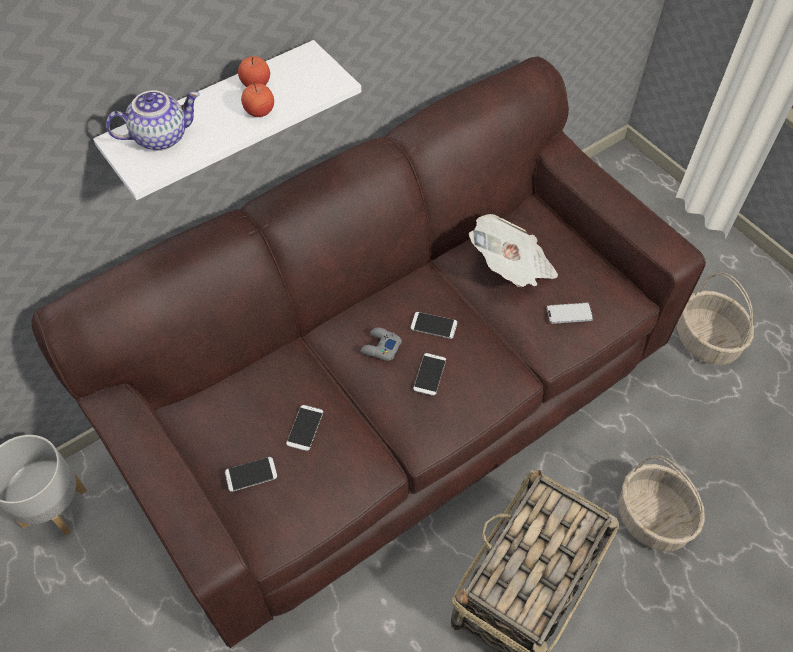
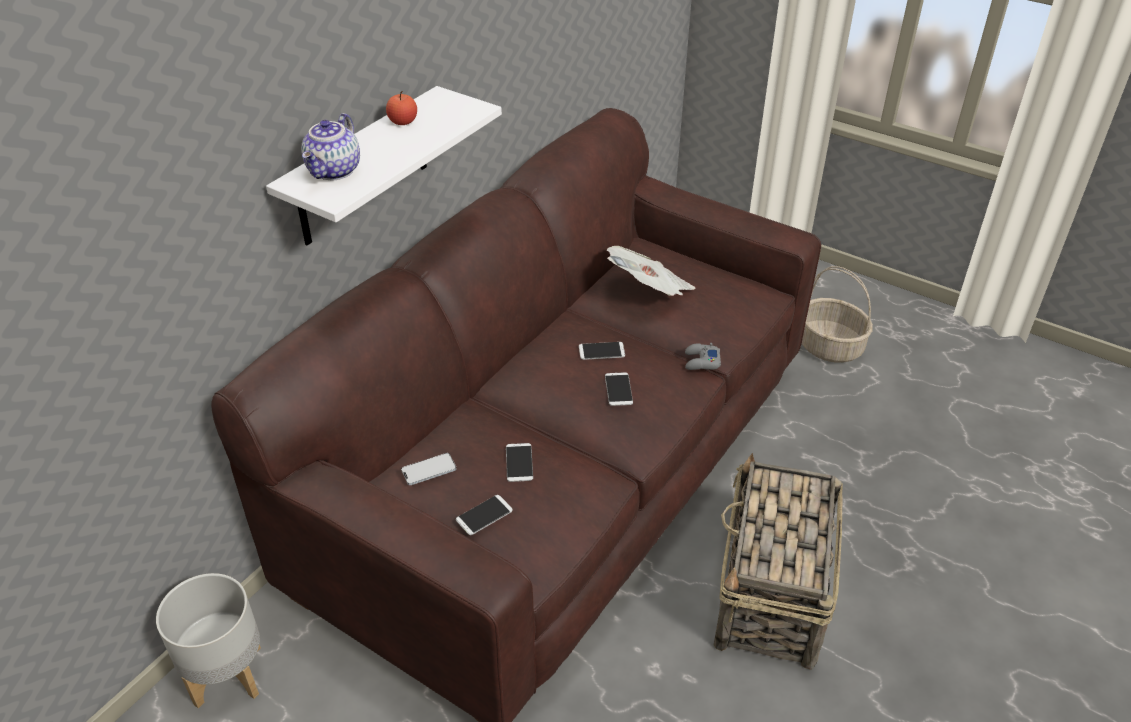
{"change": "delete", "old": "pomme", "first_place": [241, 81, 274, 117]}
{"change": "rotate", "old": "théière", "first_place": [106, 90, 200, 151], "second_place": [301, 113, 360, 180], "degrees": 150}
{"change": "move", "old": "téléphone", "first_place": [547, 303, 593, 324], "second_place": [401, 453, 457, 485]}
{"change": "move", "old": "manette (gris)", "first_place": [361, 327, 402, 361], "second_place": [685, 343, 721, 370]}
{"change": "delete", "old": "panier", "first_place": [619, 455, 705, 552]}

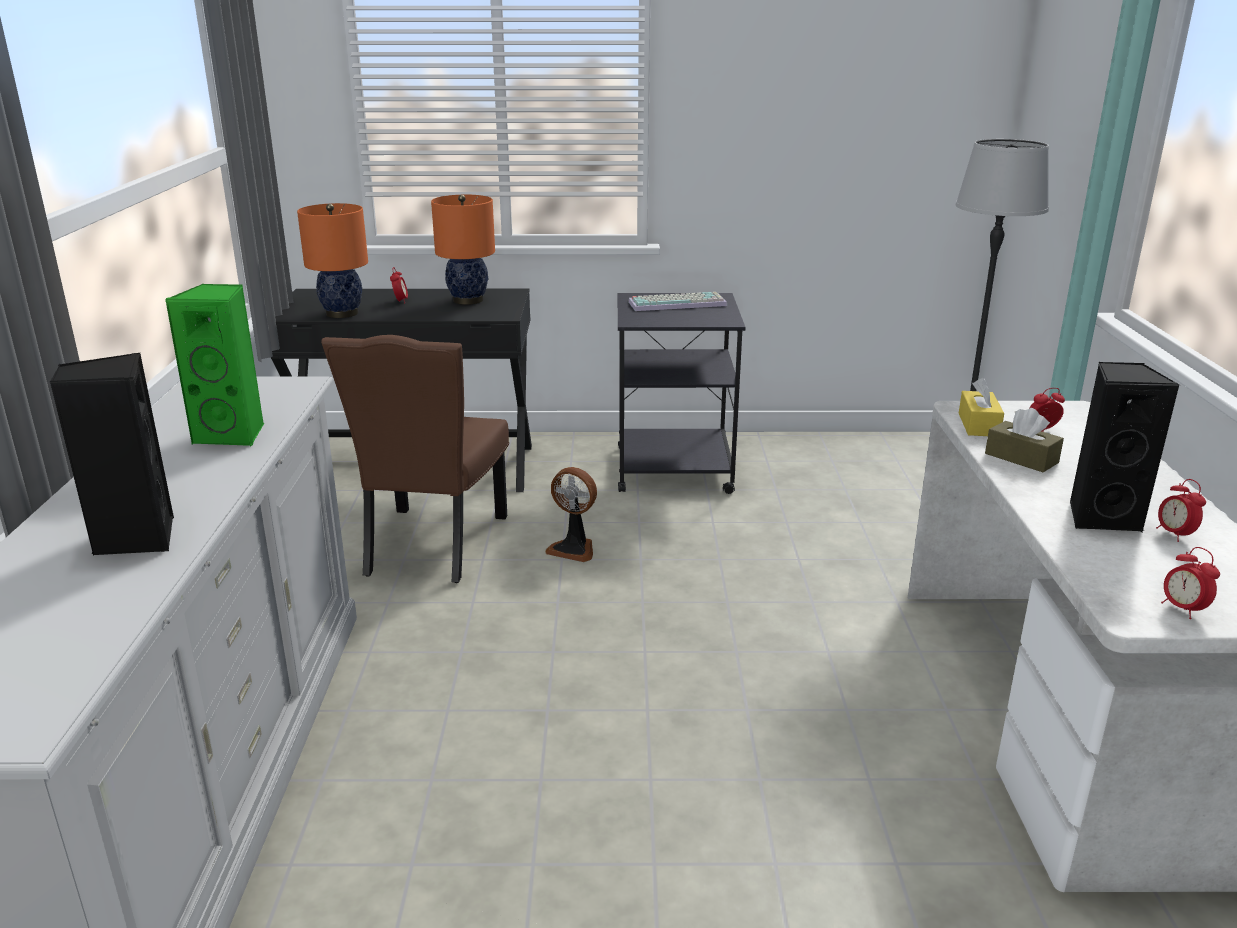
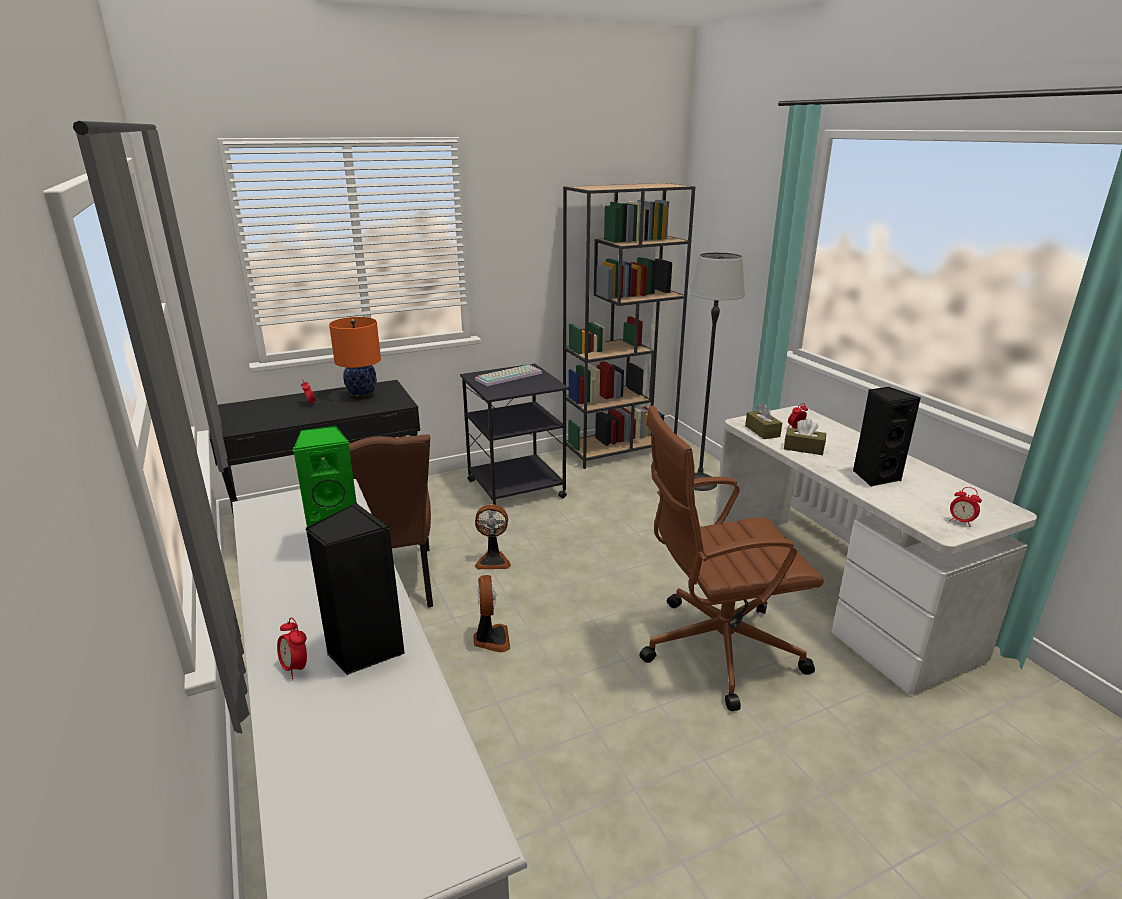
{"change": "delete", "old": "lampe de table (orange)", "first_place": [297, 203, 368, 318]}
{"change": "recolor", "old": "boîte à mouchoirs (jaune)", "new": "boîte à mouchoirs (marron)", "first_place": [959, 378, 1004, 436], "second_place": [745, 403, 782, 439]}
{"change": "move", "old": "réveil", "first_place": [1156, 479, 1206, 542], "second_place": [277, 617, 307, 679]}
{"change": "insert", "new": "bibliothèque", "second_place": [563, 183, 695, 469]}
{"change": "insert", "new": "chaise de bureau (marron)", "second_place": [640, 406, 824, 711]}
{"change": "insert", "new": "ventilateur", "second_place": [473, 575, 510, 652]}

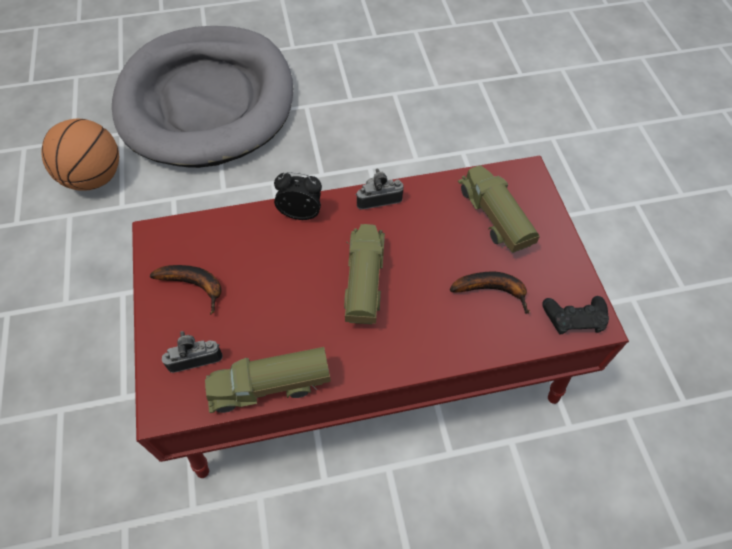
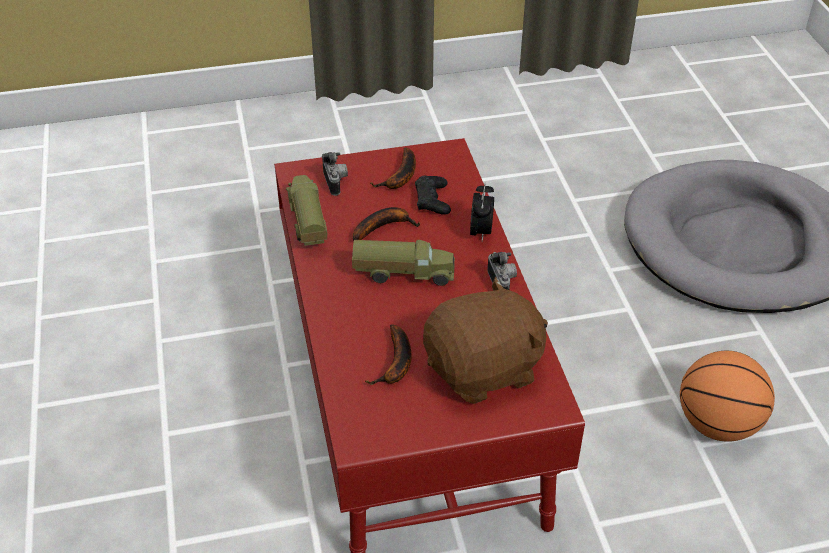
{"change": "move", "old": "ballon de basket", "first_place": [42, 119, 119, 191], "second_place": [680, 351, 775, 442]}
{"change": "replace", "old": "camion jouet", "new": "peluche (marron)", "first_place": [458, 165, 540, 253], "second_place": [423, 277, 548, 404]}
{"change": "move", "old": "manette (noir)", "first_place": [542, 296, 609, 335], "second_place": [415, 175, 451, 215]}
{"change": "insert", "new": "banane", "second_place": [353, 207, 420, 240]}

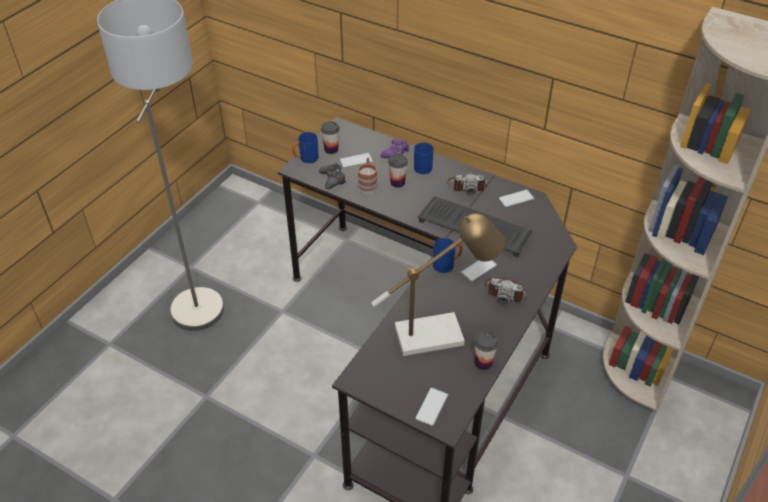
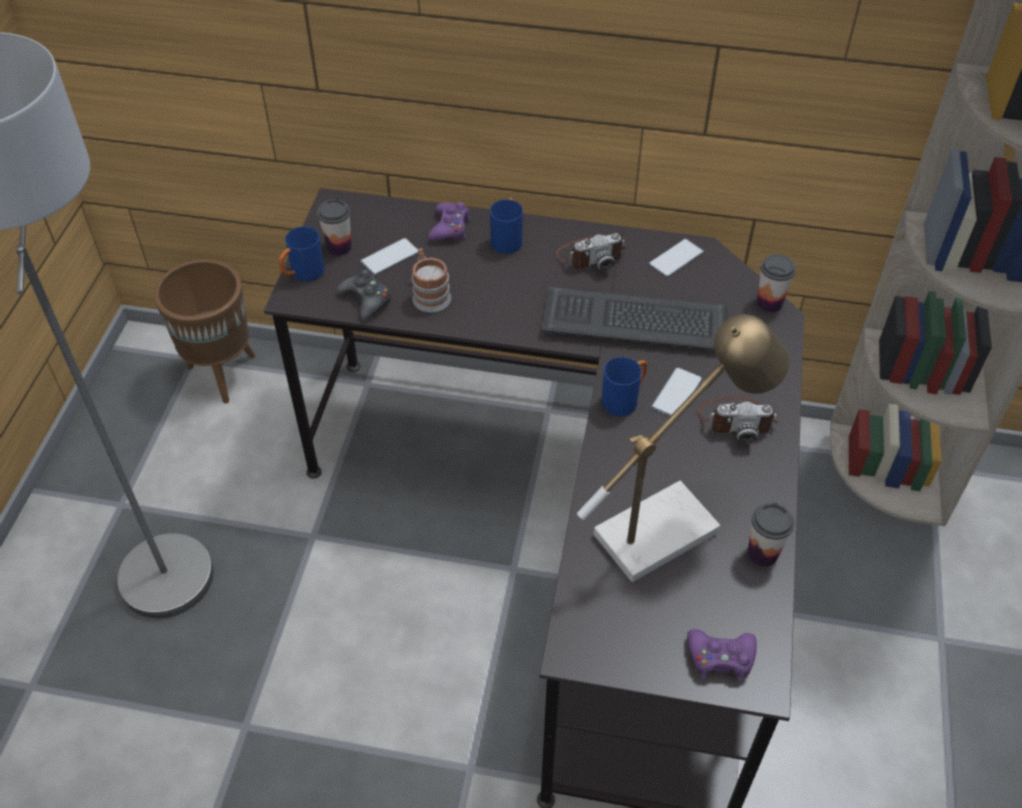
{"change": "move", "old": "tasse", "first_place": [388, 154, 408, 188], "second_place": [757, 254, 796, 312]}
{"change": "replace", "old": "téléphone", "new": "manette (violet)", "first_place": [415, 387, 448, 426], "second_place": [687, 629, 757, 682]}
{"change": "insert", "new": "cache-pot (marron)", "second_place": [154, 259, 255, 404]}

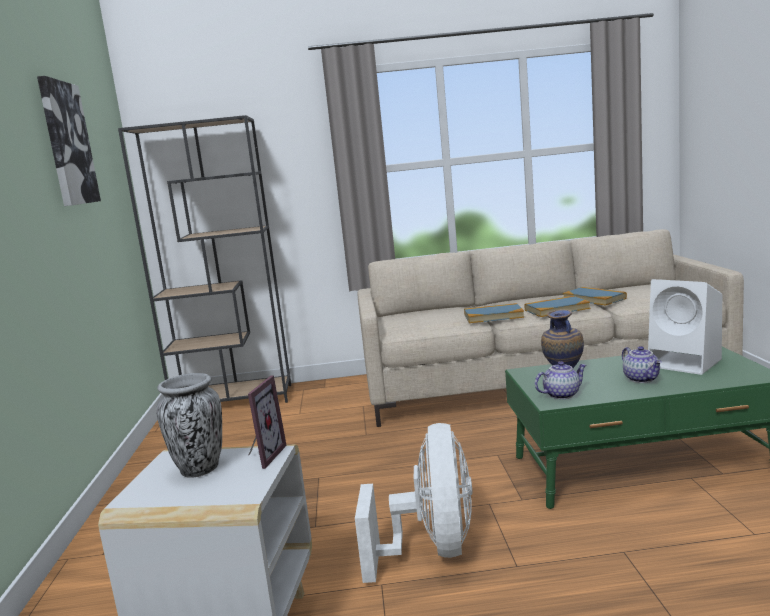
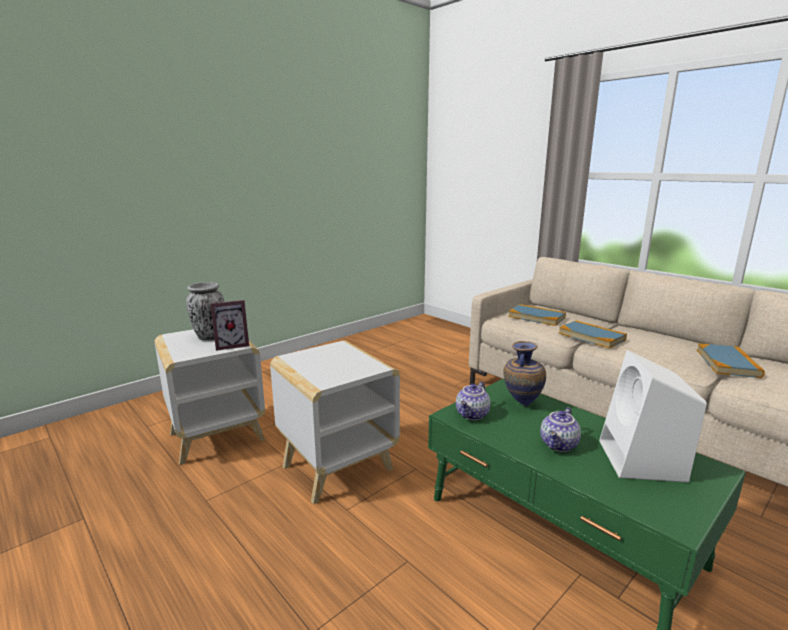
{"change": "delete", "old": "tableau", "first_place": [37, 76, 101, 206]}
{"change": "delete", "old": "bibliothèque", "first_place": [118, 115, 291, 403]}
{"change": "move", "old": "livre", "first_place": [524, 296, 590, 317], "second_place": [508, 304, 566, 326]}
{"change": "rotate", "old": "théière", "first_place": [535, 361, 586, 399], "second_place": [456, 381, 490, 420], "degrees": 90}
{"change": "replace", "old": "ventilateur (blanc)", "new": "table d'appoint (blanc)", "first_place": [355, 423, 473, 583], "second_place": [270, 340, 400, 504]}

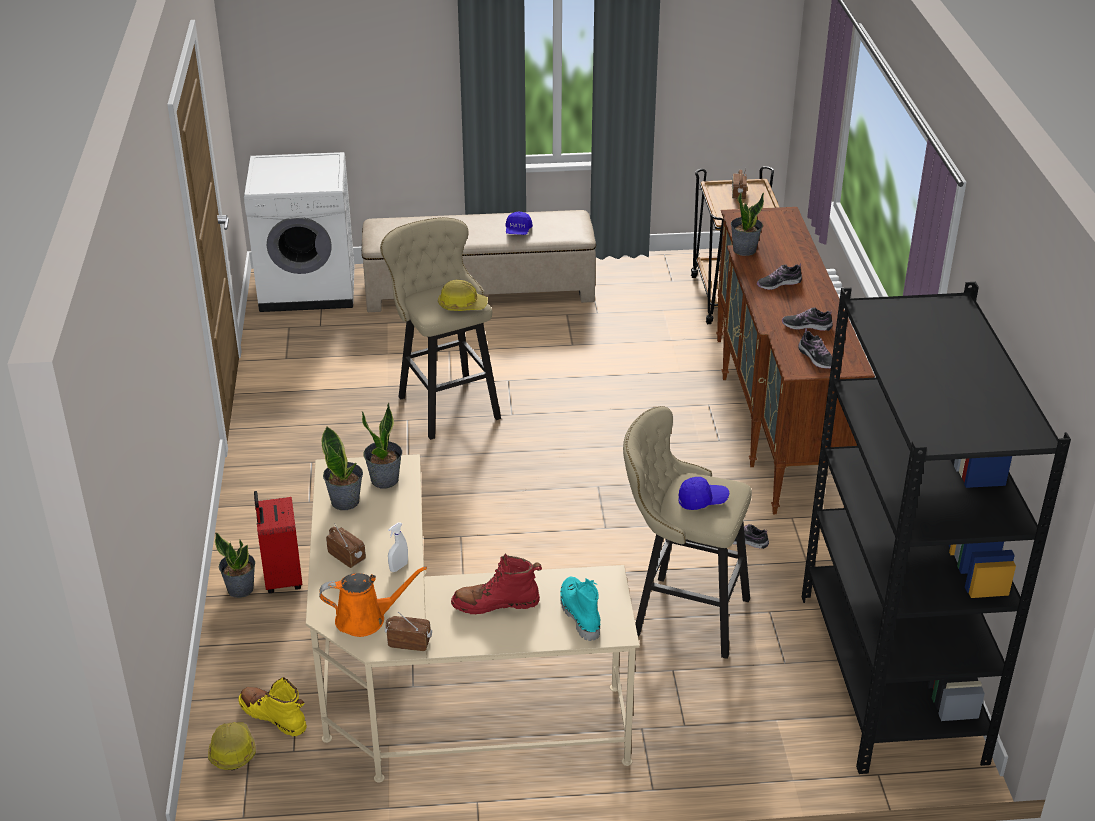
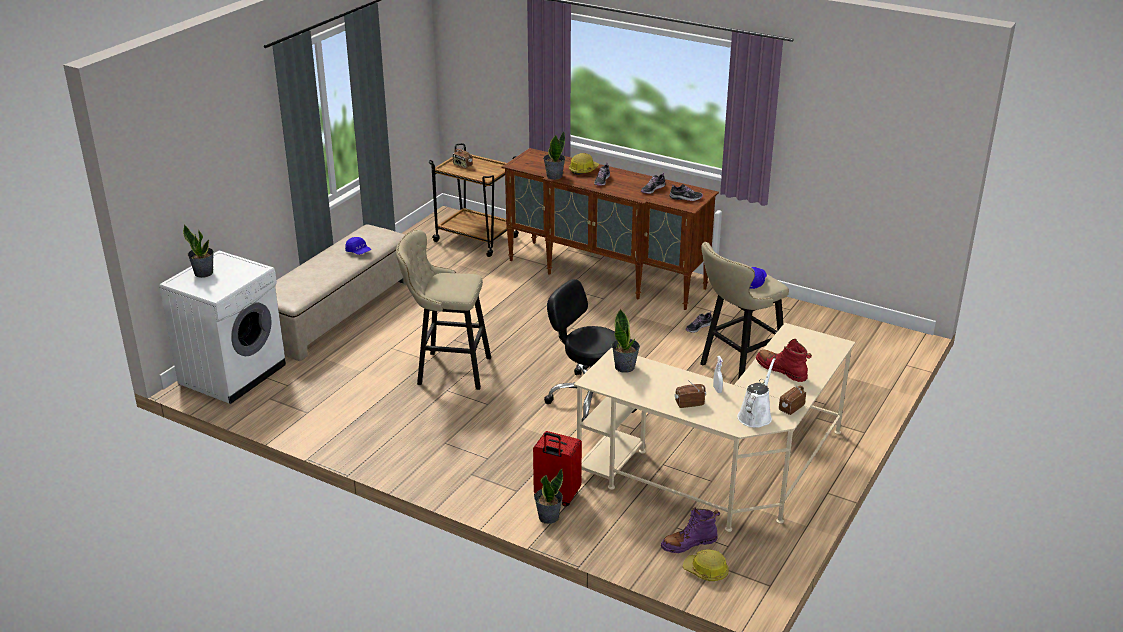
{"change": "move", "old": "casque de chantier", "first_place": [438, 280, 488, 311], "second_place": [569, 153, 599, 175]}
{"change": "delete", "old": "bibliothèque (noir)", "first_place": [802, 282, 1071, 774]}
{"change": "move", "old": "plante en pot", "first_place": [322, 427, 363, 510], "second_place": [183, 225, 214, 278]}
{"change": "rotate", "old": "botte (rouge)", "first_place": [451, 553, 542, 614], "second_place": [756, 339, 812, 382], "degrees": 105}
{"change": "recolor", "old": "arrosoir (orange)", "new": "arrosoir (blanc)", "first_place": [319, 566, 427, 637], "second_place": [737, 358, 775, 428]}
{"change": "delete", "old": "botte (turquoise)", "first_place": [560, 576, 600, 641]}
{"change": "recolor", "old": "botte (jaune)", "new": "botte (violet)", "first_place": [238, 677, 307, 737], "second_place": [661, 508, 720, 553]}
{"change": "insert", "new": "chaise de bureau (noir)", "second_place": [544, 279, 637, 421]}

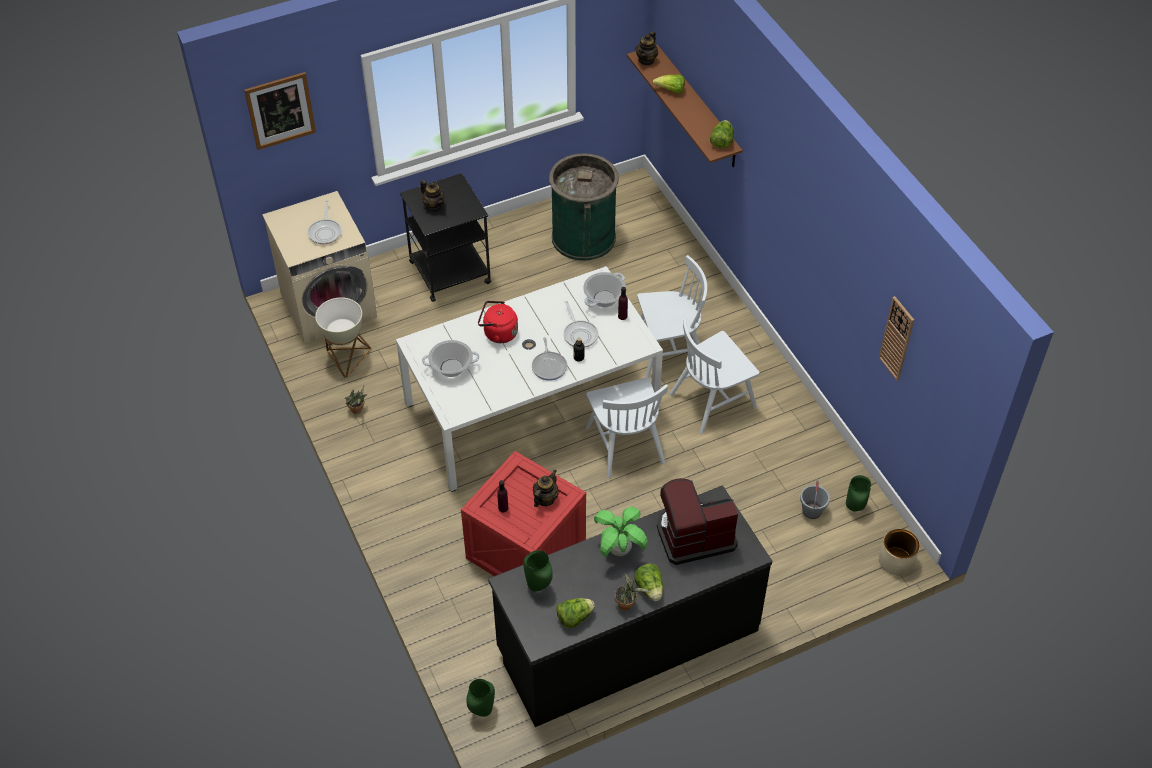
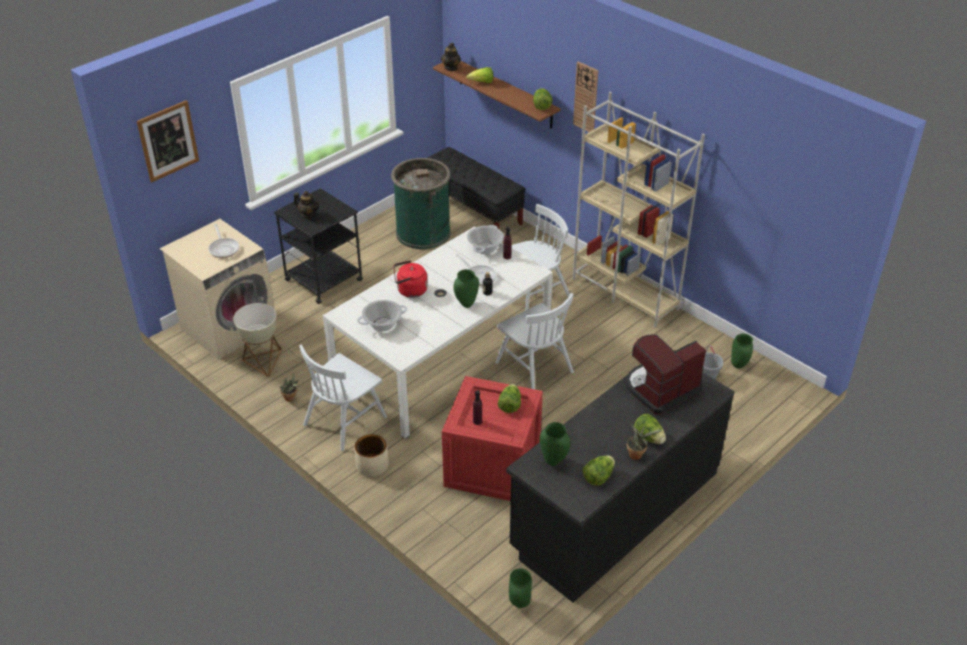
{"change": "move", "old": "horloge murale", "first_place": [879, 296, 914, 381], "second_place": [573, 62, 598, 132]}
{"change": "move", "old": "chaise (blanc)", "first_place": [669, 319, 760, 434], "second_place": [299, 344, 387, 451]}
{"change": "replace", "old": "poêle", "new": "vase (vert)", "first_place": [532, 337, 567, 381], "second_place": [453, 269, 479, 308]}
{"change": "replace", "old": "théière", "new": "laitue", "first_place": [533, 470, 559, 507], "second_place": [498, 384, 521, 413]}
{"change": "delete", "old": "plante en pot", "first_place": [594, 507, 648, 557]}
{"change": "move", "old": "cache-pot (beige)", "first_place": [879, 529, 920, 575], "second_place": [354, 434, 389, 477]}
{"change": "insert", "new": "bibliothèque (beige)", "second_place": [573, 92, 705, 328]}
{"change": "insert", "new": "banc (noir)", "second_place": [428, 147, 525, 230]}

